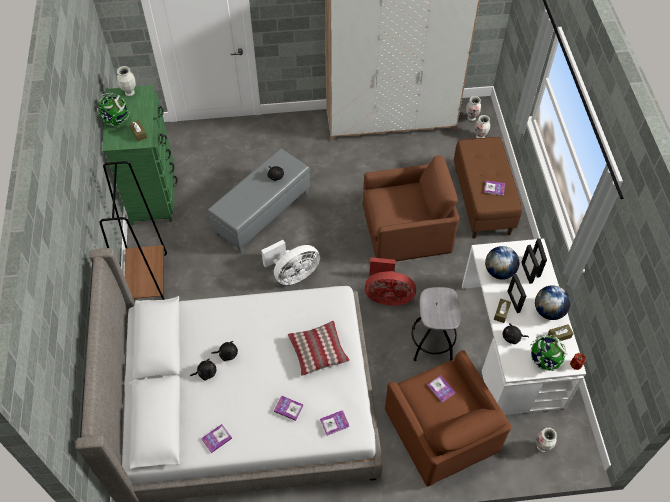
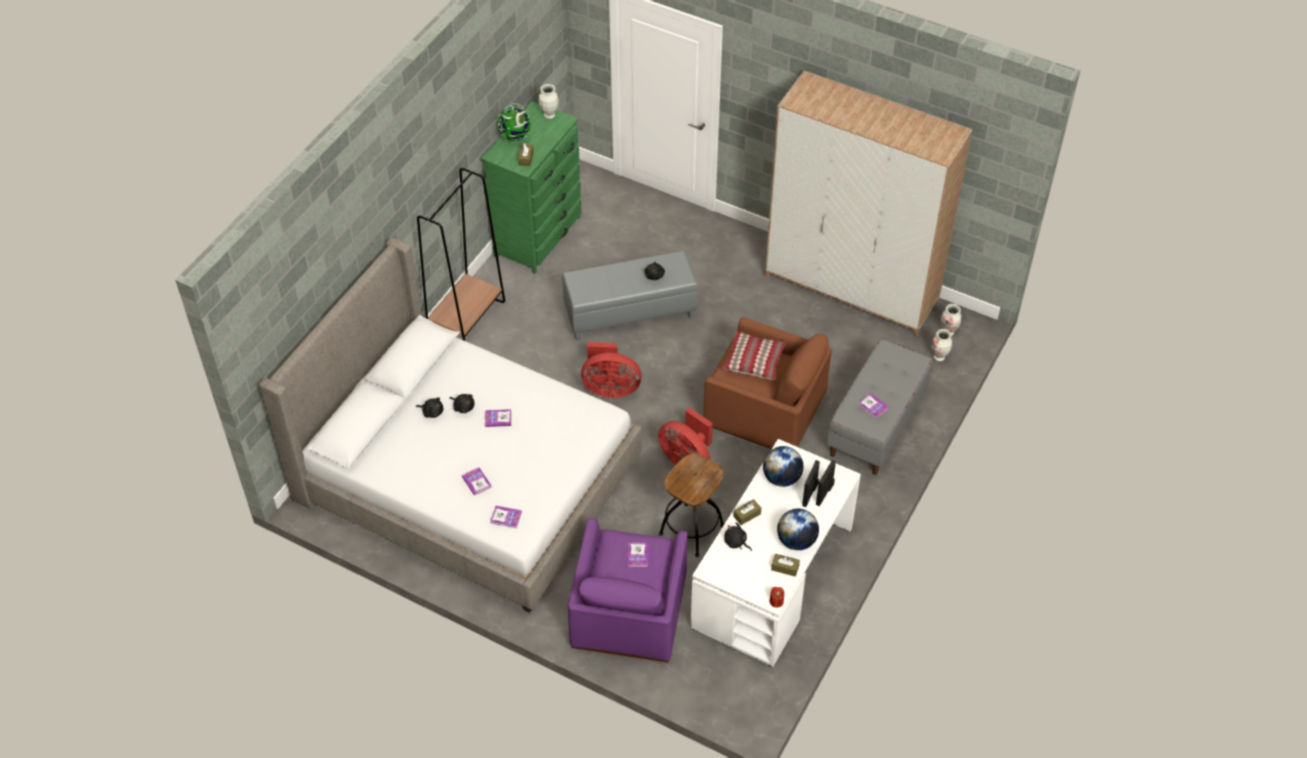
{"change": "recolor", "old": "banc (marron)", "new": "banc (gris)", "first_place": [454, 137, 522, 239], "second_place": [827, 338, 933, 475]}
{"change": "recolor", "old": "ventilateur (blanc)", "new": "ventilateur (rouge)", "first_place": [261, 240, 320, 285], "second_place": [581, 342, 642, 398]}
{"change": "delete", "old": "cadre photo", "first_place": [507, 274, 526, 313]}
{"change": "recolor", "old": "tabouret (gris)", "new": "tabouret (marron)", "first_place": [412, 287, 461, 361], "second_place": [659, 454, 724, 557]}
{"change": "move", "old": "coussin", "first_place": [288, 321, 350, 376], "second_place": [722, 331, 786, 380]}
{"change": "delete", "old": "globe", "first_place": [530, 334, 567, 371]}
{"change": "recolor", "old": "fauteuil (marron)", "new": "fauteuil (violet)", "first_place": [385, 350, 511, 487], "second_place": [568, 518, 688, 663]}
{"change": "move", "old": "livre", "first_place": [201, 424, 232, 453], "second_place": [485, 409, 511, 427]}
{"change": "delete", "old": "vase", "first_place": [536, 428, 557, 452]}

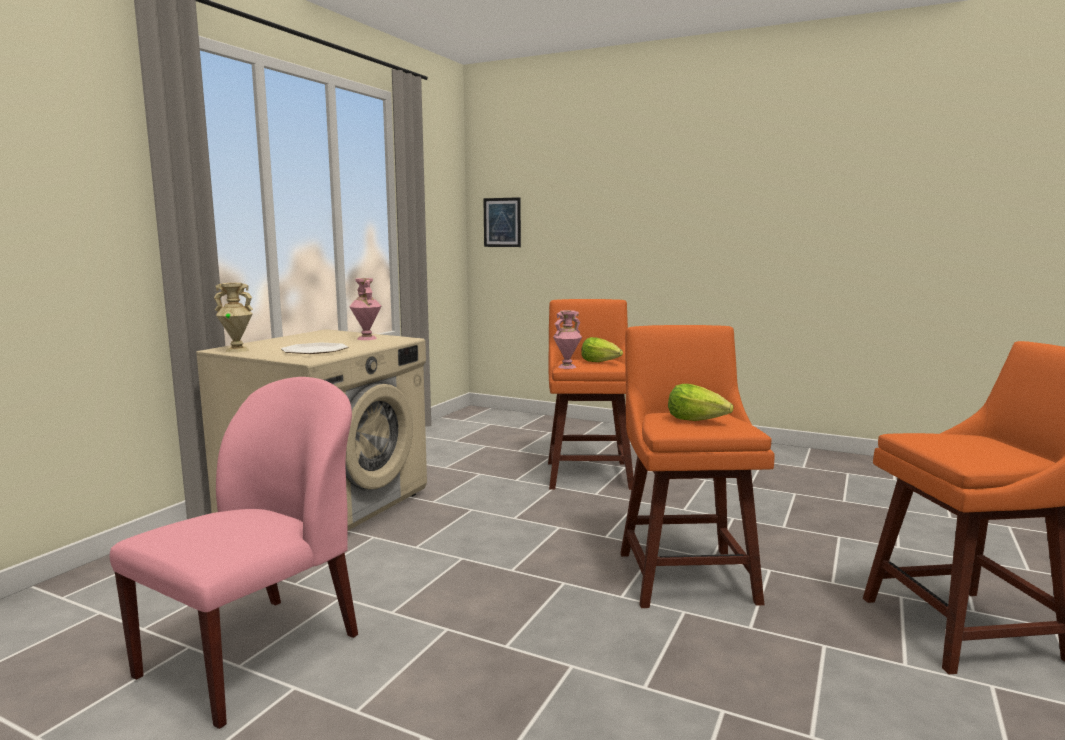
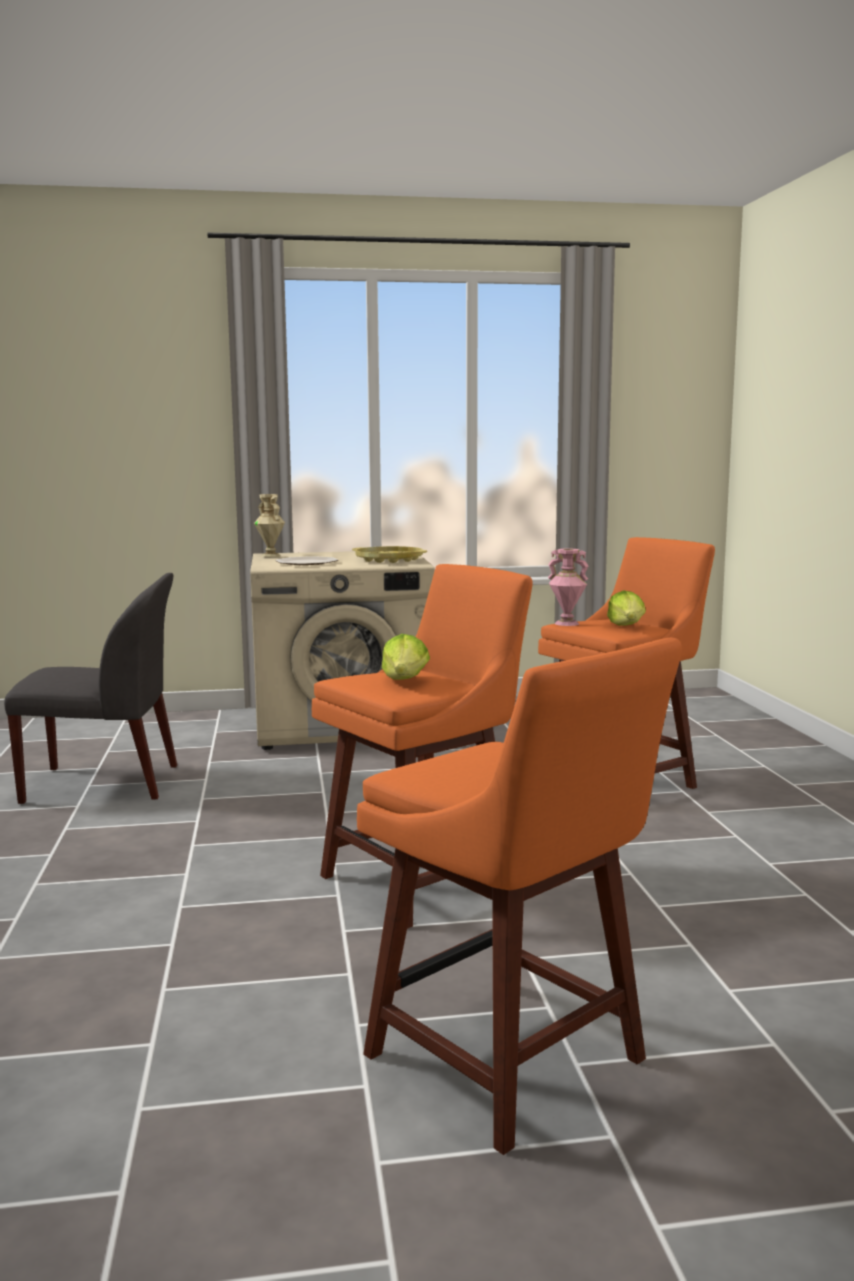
{"change": "delete", "old": "tableau", "first_place": [484, 197, 521, 247]}
{"change": "replace", "old": "vase (rose)", "new": "plateau (jaune)", "first_place": [349, 278, 381, 340], "second_place": [352, 546, 427, 563]}
{"change": "recolor", "old": "chaise (rose)", "new": "chaise (gris)", "first_place": [110, 377, 358, 729], "second_place": [4, 573, 177, 804]}

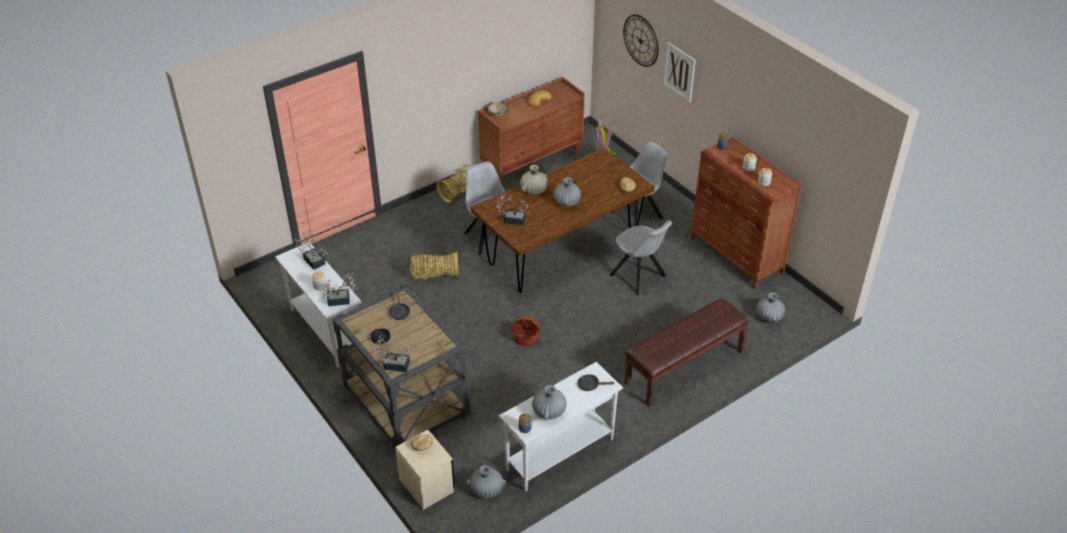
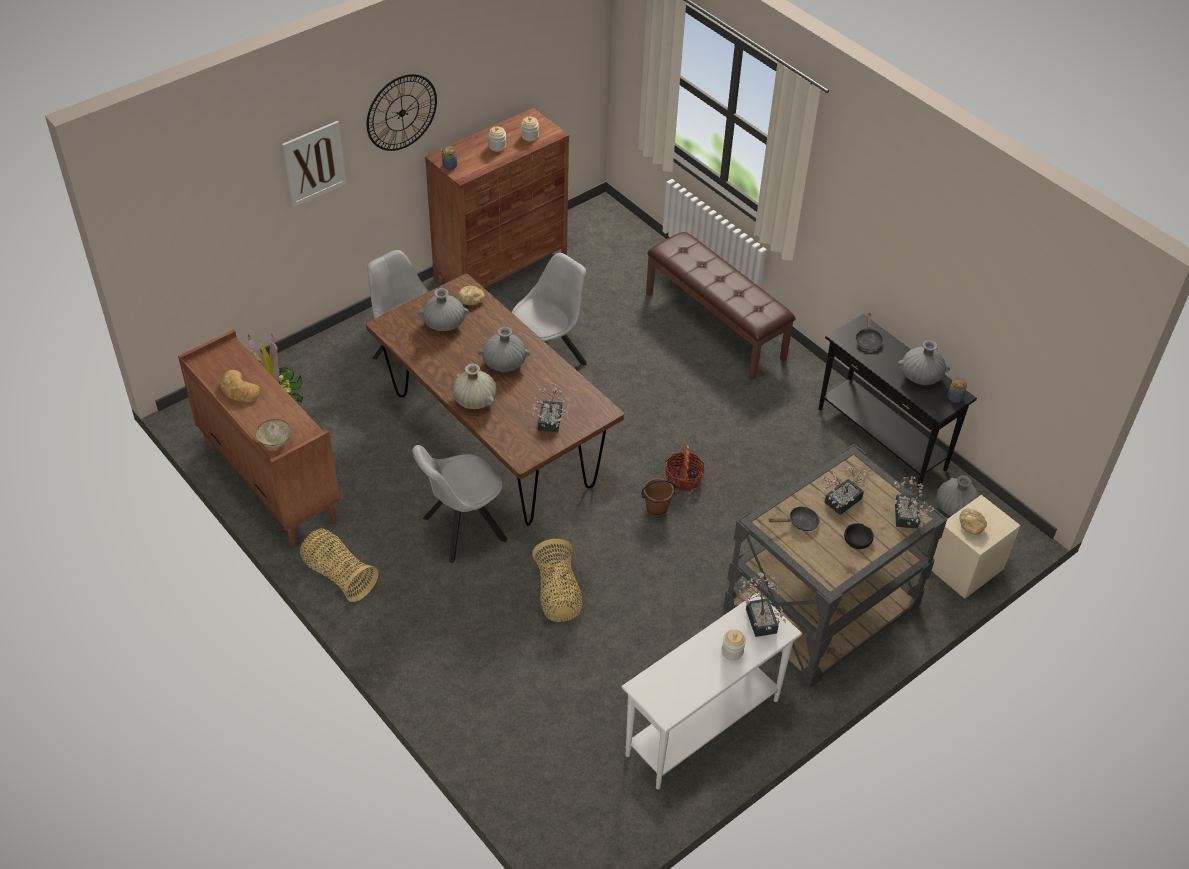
{"change": "move", "old": "horloge murale", "first_place": [623, 15, 658, 67], "second_place": [367, 74, 437, 151]}
{"change": "move", "old": "plante en pot", "first_place": [294, 230, 328, 270], "second_place": [820, 465, 867, 515]}
{"change": "move", "old": "vase (gris)", "first_place": [756, 292, 785, 323], "second_place": [418, 288, 469, 331]}
{"change": "recolor", "old": "table console (blanc)", "new": "table console (noir)", "first_place": [499, 362, 623, 492], "second_place": [819, 314, 977, 490]}
{"change": "insert", "new": "seau (marron)", "second_place": [641, 478, 676, 517]}

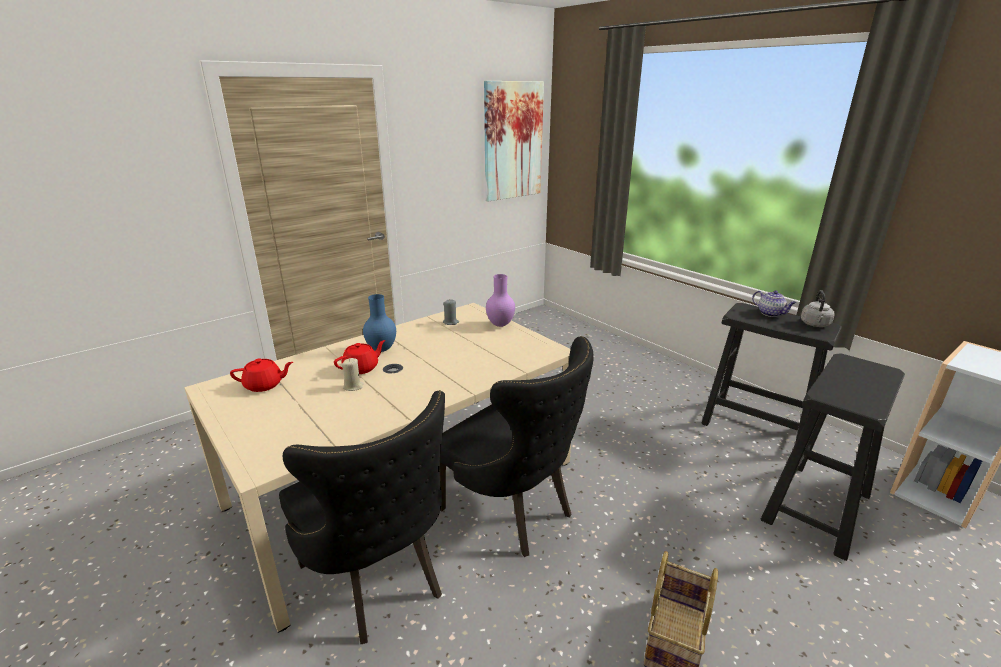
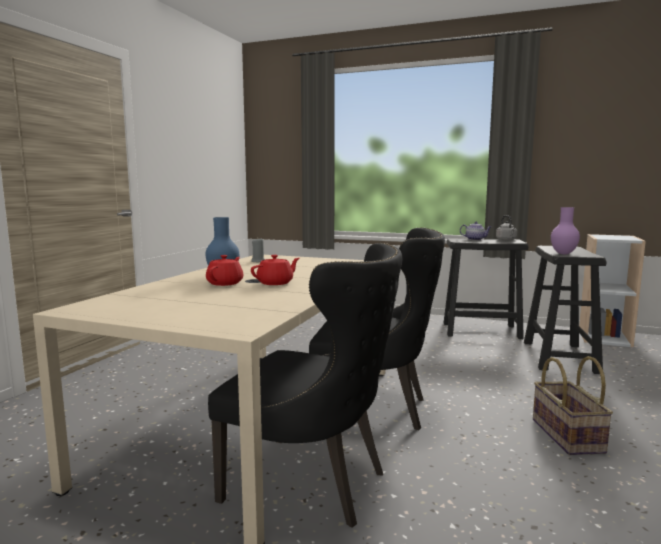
{"change": "delete", "old": "tableau", "first_place": [484, 81, 544, 201]}
{"change": "move", "old": "vase (violet)", "first_place": [486, 274, 515, 327], "second_place": [551, 207, 580, 254]}
{"change": "delete", "old": "bougie (beige)", "first_place": [342, 358, 364, 391]}
{"change": "move", "old": "théière (rouge)", "first_place": [230, 359, 293, 392], "second_place": [251, 255, 299, 285]}

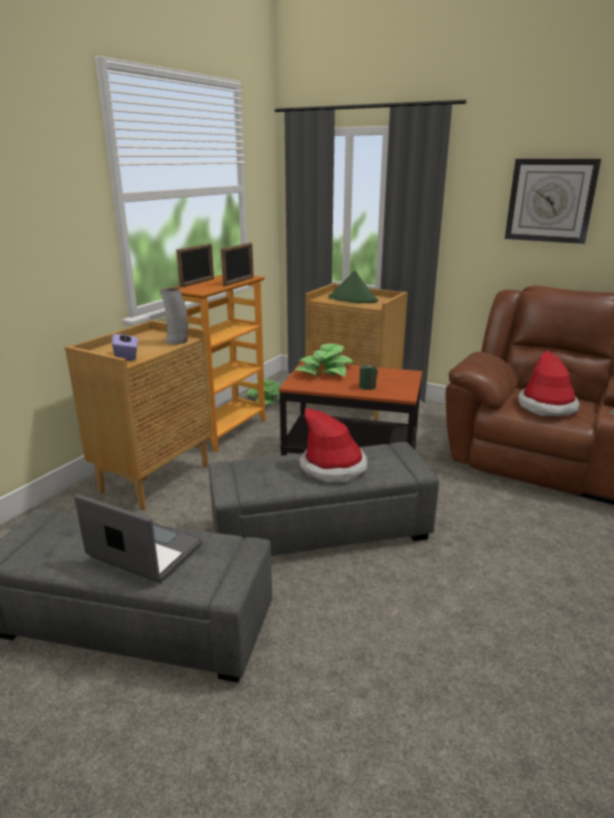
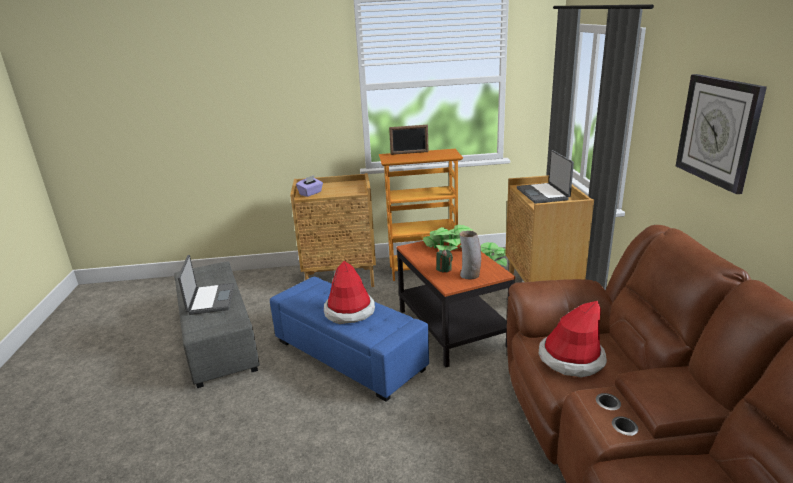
{"change": "delete", "old": "cadre photo", "first_place": [221, 243, 254, 286]}
{"change": "replace", "old": "chapeau (vert)", "new": "ordinateur portable", "first_place": [328, 271, 378, 303], "second_place": [517, 150, 574, 204]}
{"change": "move", "old": "vase", "first_place": [160, 288, 188, 344], "second_place": [460, 231, 481, 279]}
{"change": "recolor", "old": "pouf (gris)", "new": "pouf (bleu)", "first_place": [209, 442, 439, 556], "second_place": [270, 277, 429, 402]}

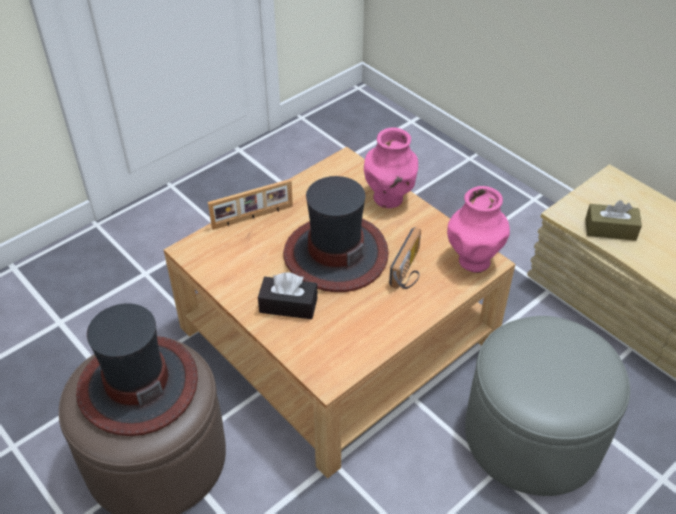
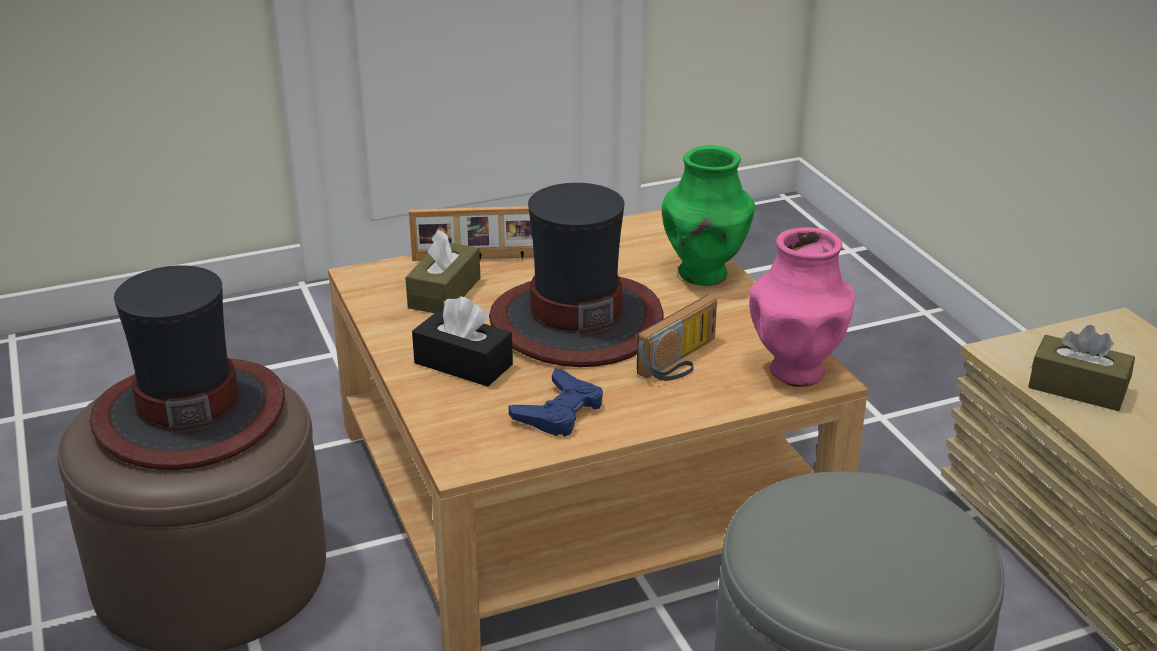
{"change": "recolor", "old": "vase (rose)", "new": "vase (vert)", "first_place": [364, 127, 418, 208], "second_place": [661, 145, 755, 286]}
{"change": "insert", "new": "boîte à mouchoirs (marron)", "second_place": [405, 229, 480, 313]}
{"change": "insert", "new": "manette (bleu)", "second_place": [509, 368, 603, 437]}

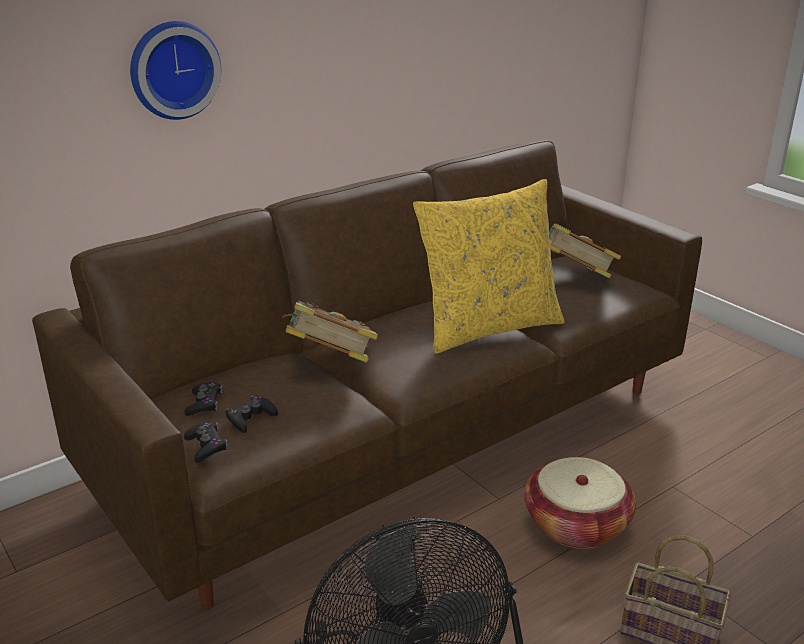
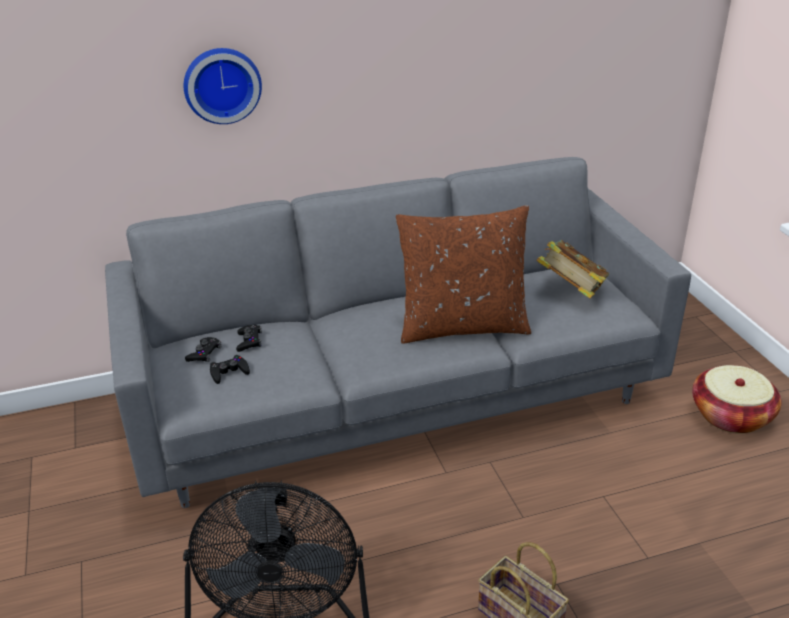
{"change": "recolor", "old": "canapé (marron)", "new": "canapé (gris)", "first_place": [32, 140, 702, 610], "second_place": [105, 157, 691, 508]}
{"change": "recolor", "old": "coussin (jaune)", "new": "coussin (marron)", "first_place": [413, 179, 565, 354], "second_place": [396, 205, 531, 344]}
{"change": "delete", "old": "livre", "first_place": [283, 301, 378, 363]}
{"change": "move", "old": "manette (noir)", "first_place": [184, 422, 228, 463], "second_place": [236, 325, 262, 352]}
{"change": "move", "old": "panier", "first_place": [524, 457, 636, 549], "second_place": [692, 365, 782, 434]}

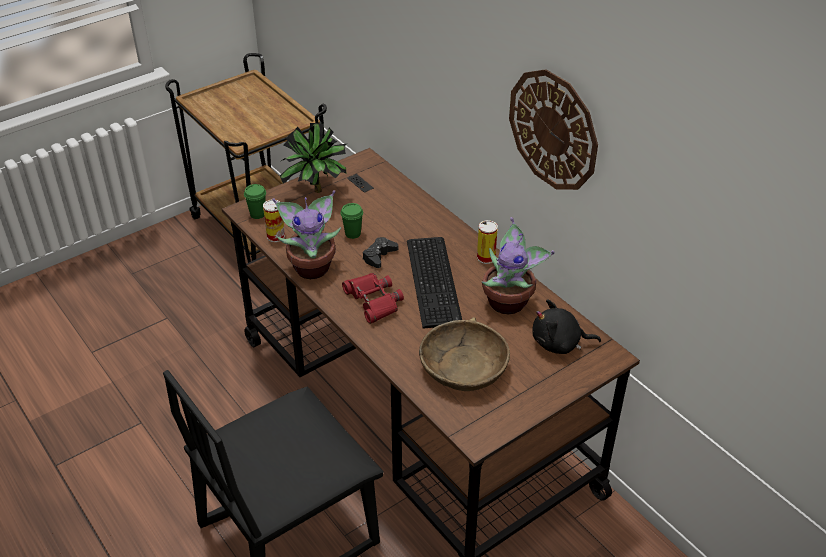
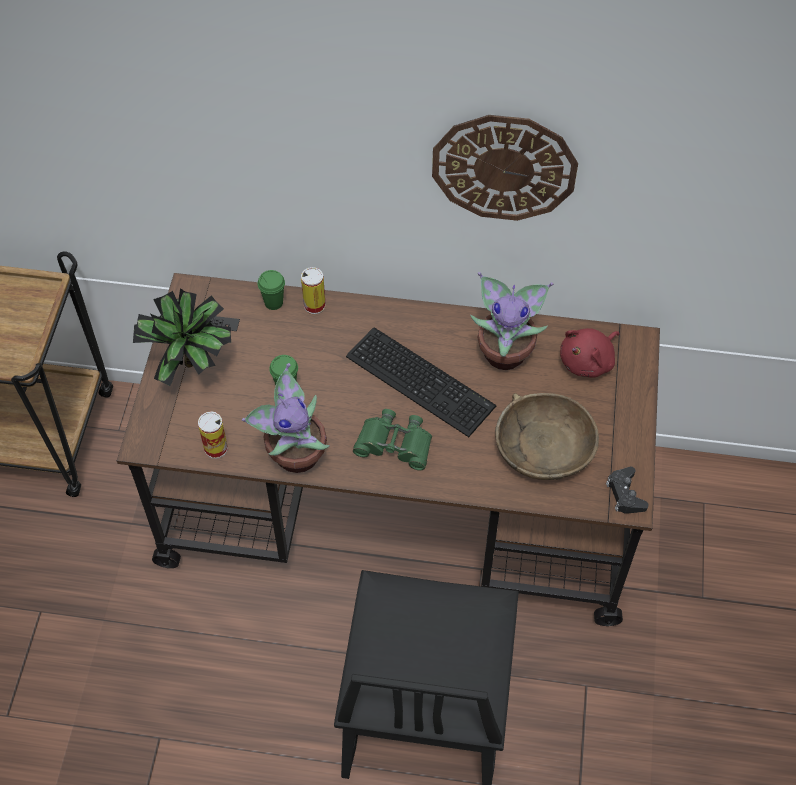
{"change": "move", "old": "tasse (vert)", "first_place": [244, 184, 266, 219], "second_place": [258, 270, 285, 310]}
{"change": "move", "old": "boîte métallique", "first_place": [477, 220, 498, 264], "second_place": [301, 267, 326, 314]}
{"change": "move", "old": "manette (noir)", "first_place": [363, 237, 398, 268], "second_place": [606, 466, 649, 514]}
{"change": "recolor", "old": "jumelles (rouge)", "new": "jumelles (vert)", "first_place": [342, 273, 404, 324], "second_place": [353, 409, 432, 471]}
{"change": "recolor", "old": "peluche (noir)", "new": "peluche (rouge)", "first_place": [532, 299, 601, 354], "second_place": [560, 328, 619, 378]}

